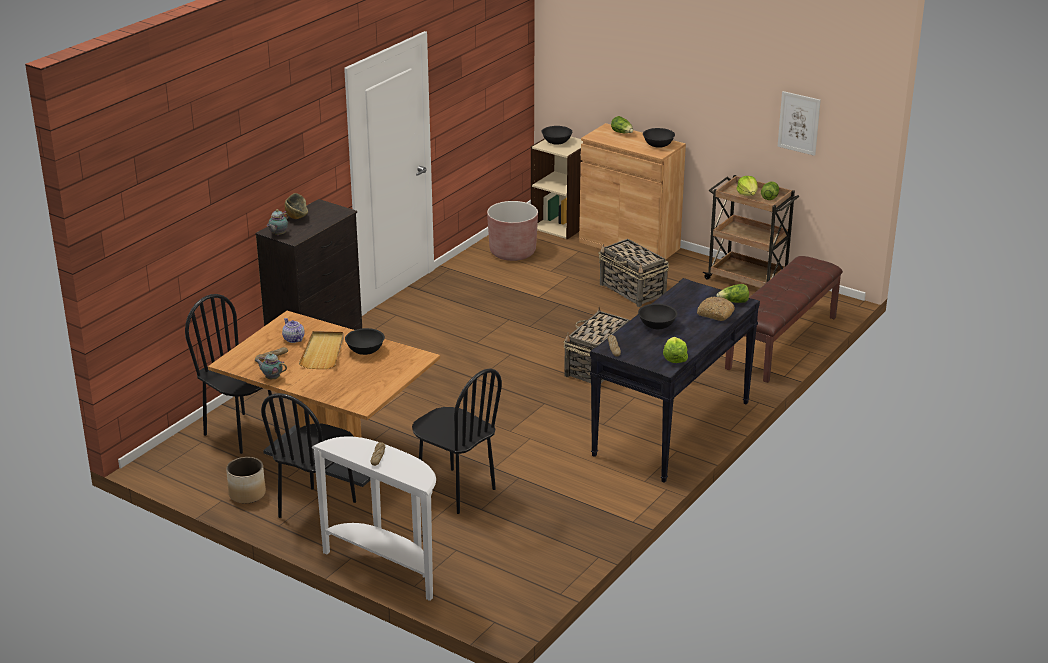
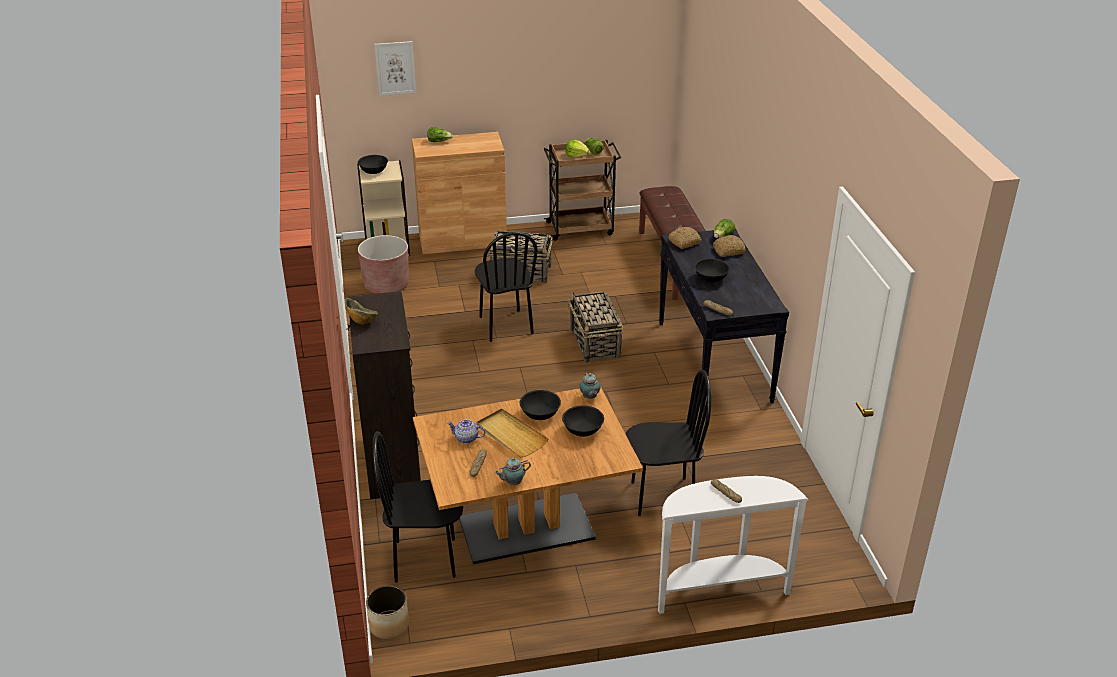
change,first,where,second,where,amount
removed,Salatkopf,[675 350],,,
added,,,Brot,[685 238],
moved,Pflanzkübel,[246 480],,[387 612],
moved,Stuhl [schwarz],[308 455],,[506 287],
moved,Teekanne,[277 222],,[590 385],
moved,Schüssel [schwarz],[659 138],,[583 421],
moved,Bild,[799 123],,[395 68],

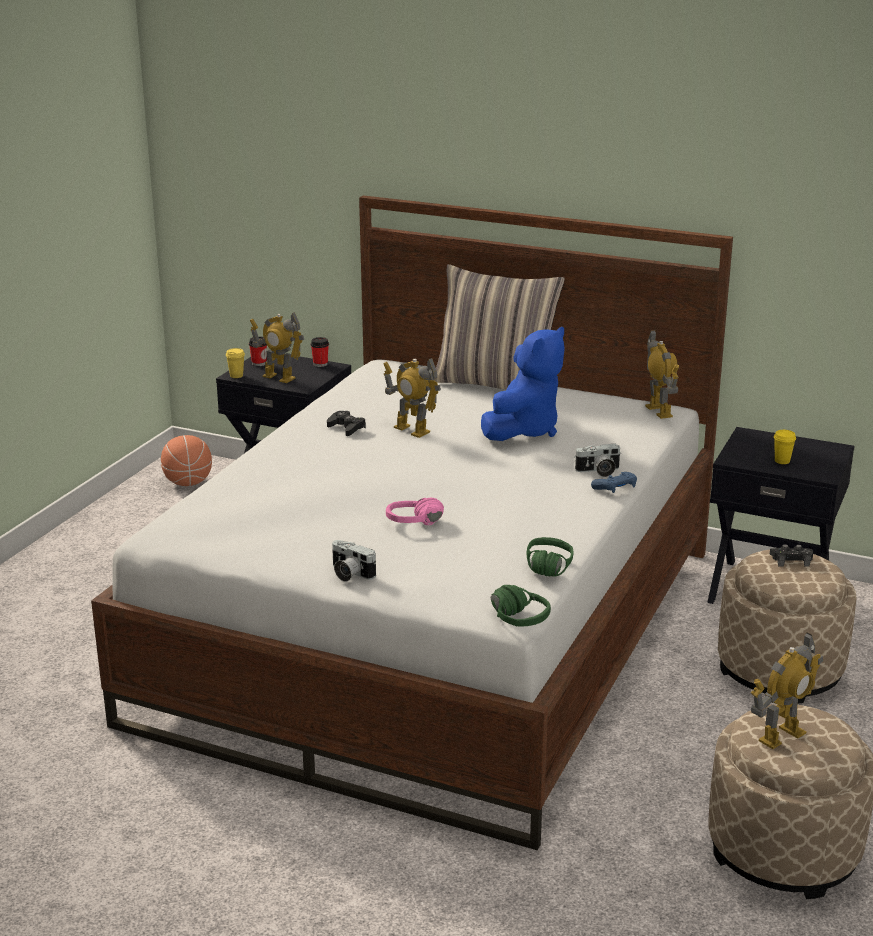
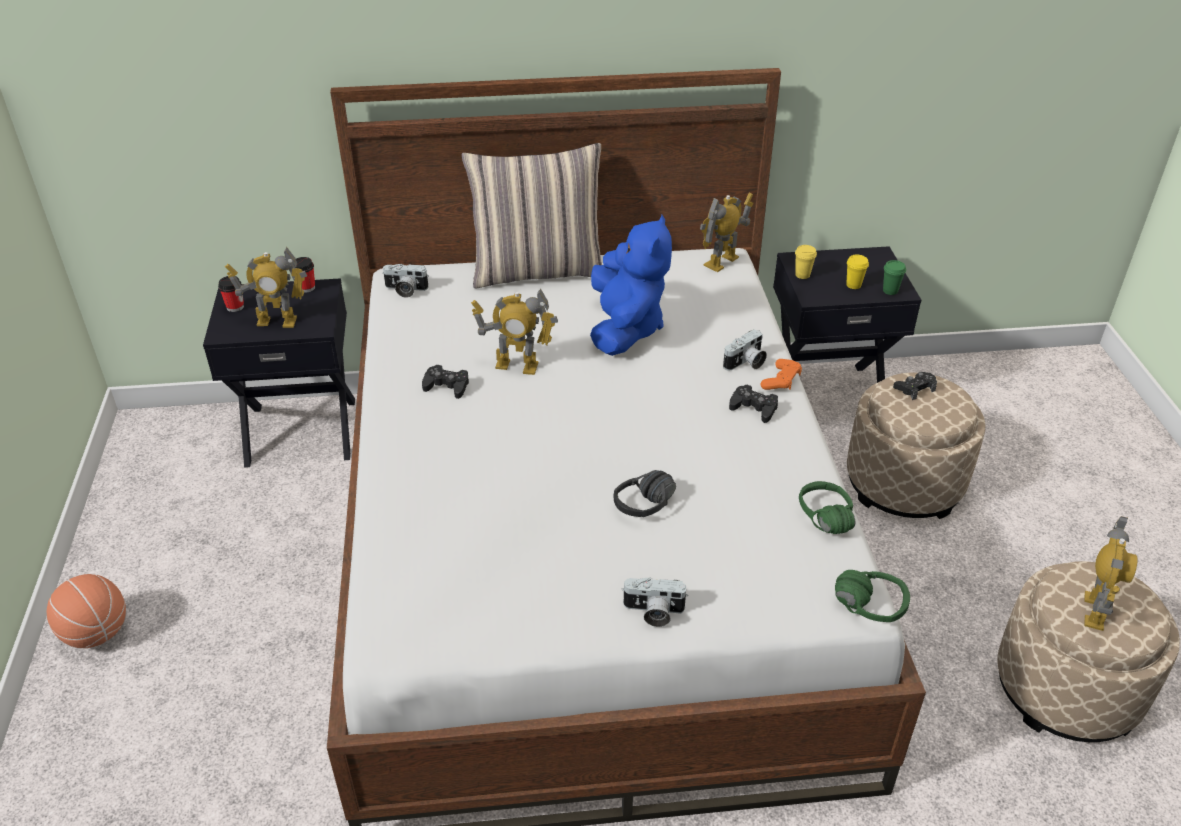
change,first,where,second,where,amount
added,,,Kamera,[405 281],
added,,,Gamepad [schwarz],[753 404],
added,,,Tasse [grün],[894 277],
moved,Basketball,[186 460],,[86 611],
moved,Tasse [gelb],[235 363],,[806 262],
recoloured,Kopfhörer [rosa],[415 511],Kopfhörer [schwarz],[645 493],
recoloured,Gamepad [blau],[614 482],Gamepad [orange],[781 374],
turned,Spielzeugroboter,[662 374],,[726 232],90 degrees counterclockwise

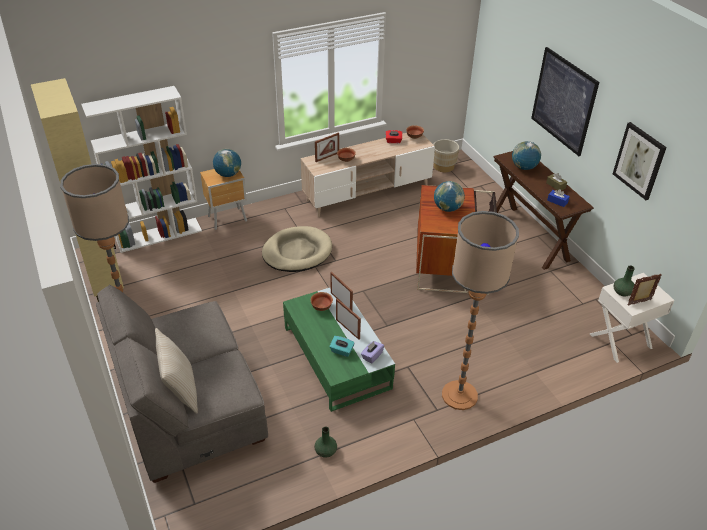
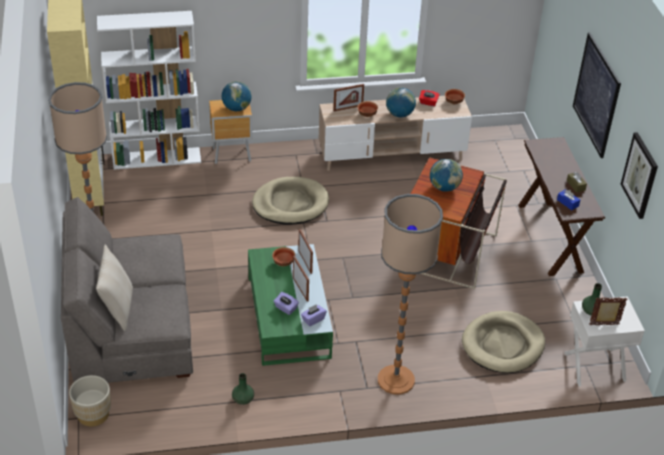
change,first,where,second,where,amount
added,,,Hundebett [beige],[503 342],
moved,Pflanzkübel [beige],[446 155],,[90 401],
moved,Globus,[526 155],,[401 102],
recoloured,Taschentuchbox [türkis],[342 346],Taschentuchbox [lila],[286 303],

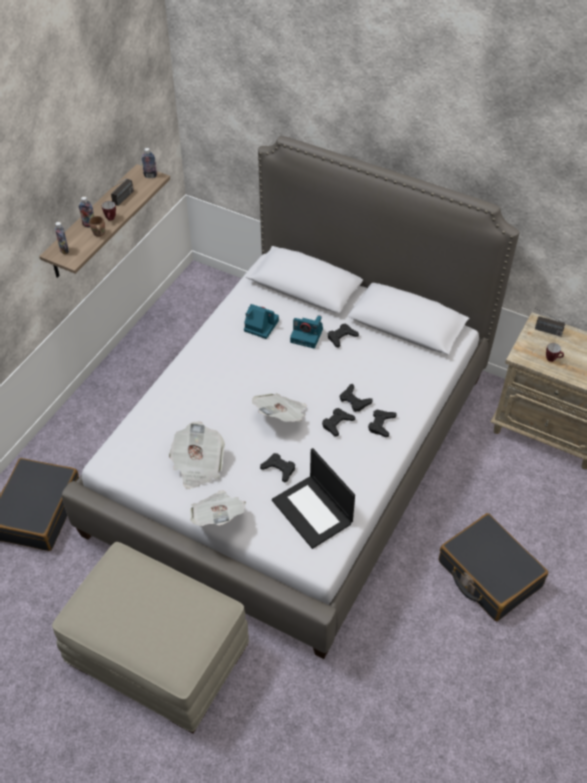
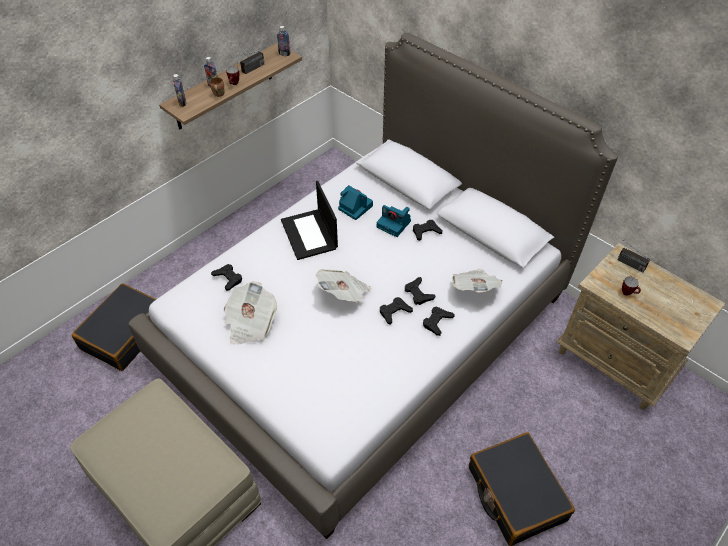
change,first,where,second,where,amount
moved,Zeitung,[218 508],,[477 281],
moved,Gamepad [schwarz],[277 468],,[226 277],
moved,Laptop,[313 498],,[309 220],

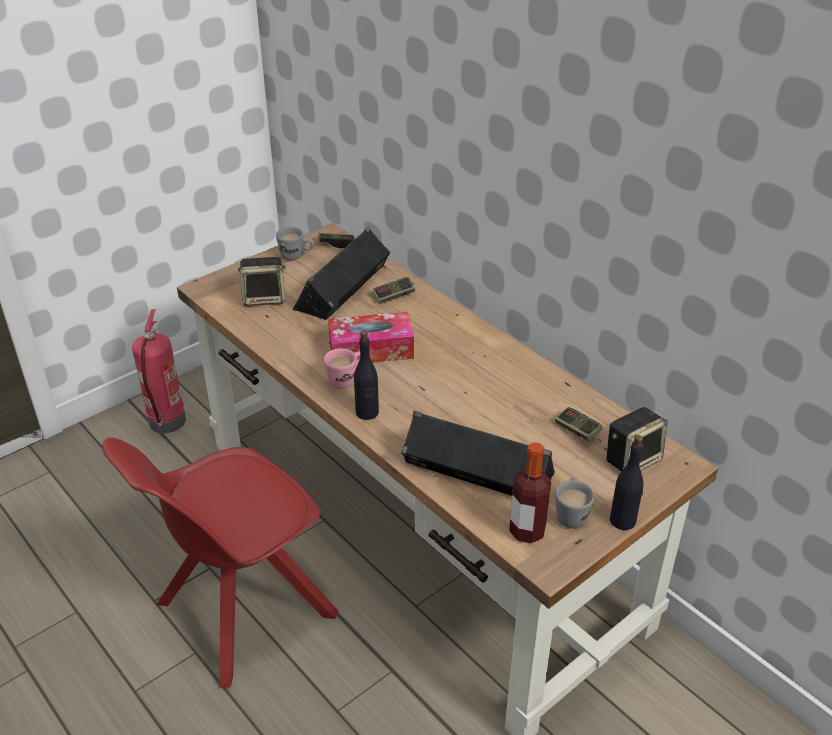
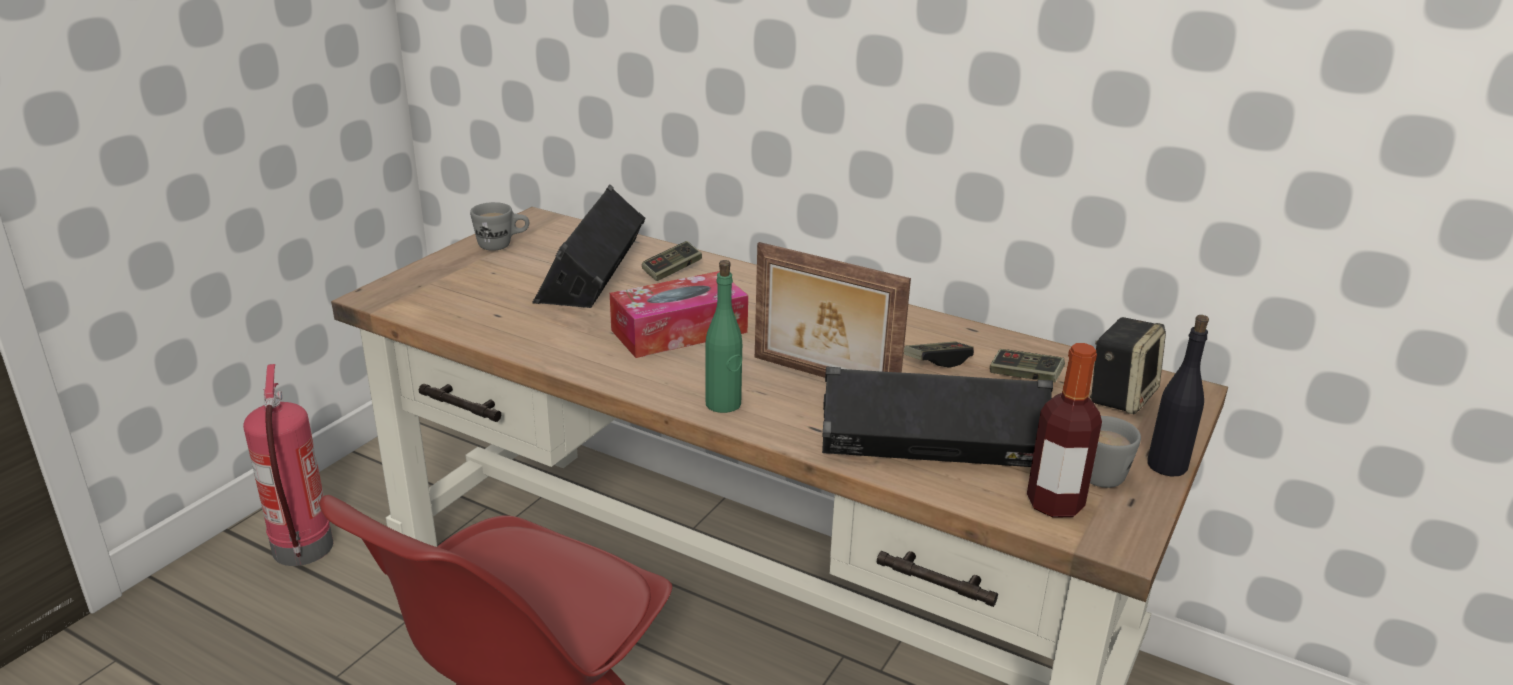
change,first,where,second,where,amount
removed,Lautsprecher,[262 281],,,
removed,Henkelbecher [rosa],[342 368],,,
added,,,Bilderrahmen,[833 310],
moved,Gamepad,[337 240],,[939 355],
recoloured,Flasche [schwarz],[366 375],Flasche [grün],[724 336],

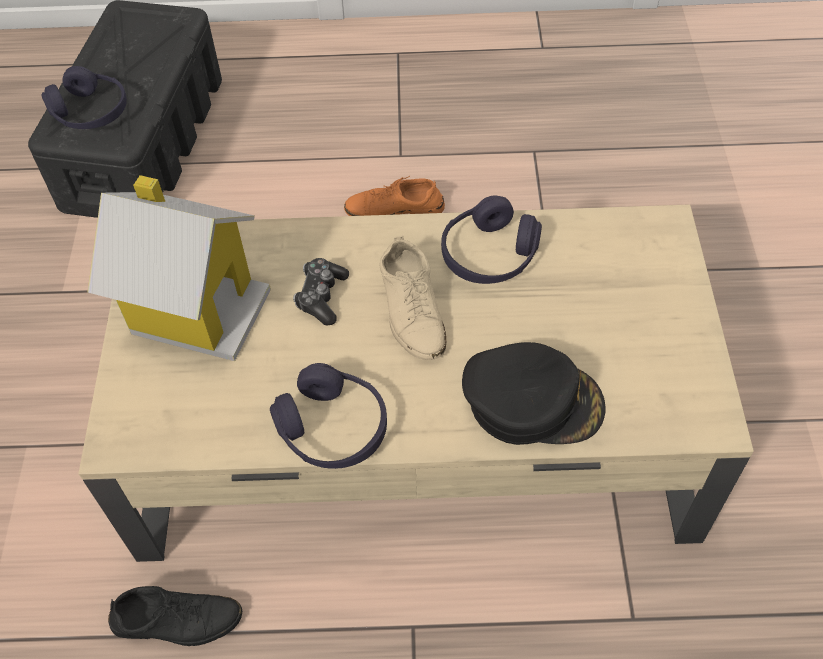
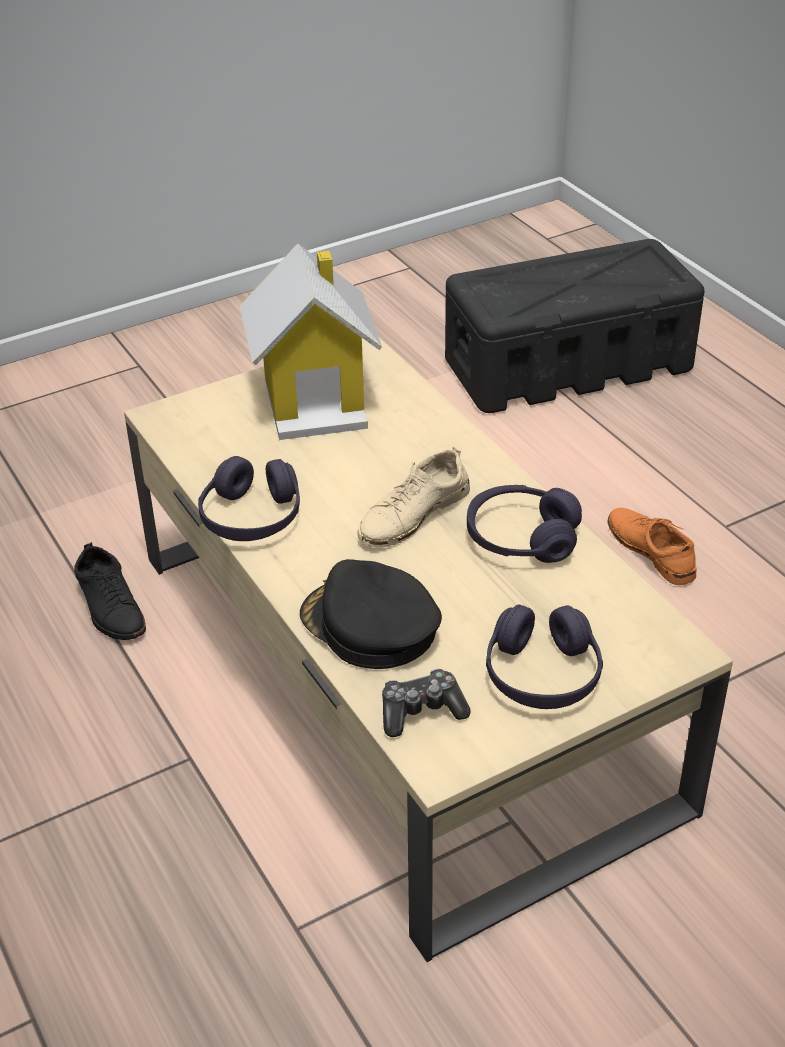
change,first,where,second,where,amount
moved,Kopfhörer [lila],[84 97],,[544 656],
moved,Gamepad,[321 291],,[426 702],
turned,Kappe [schwarz],[534 393],,[371 614],150 degrees clockwise

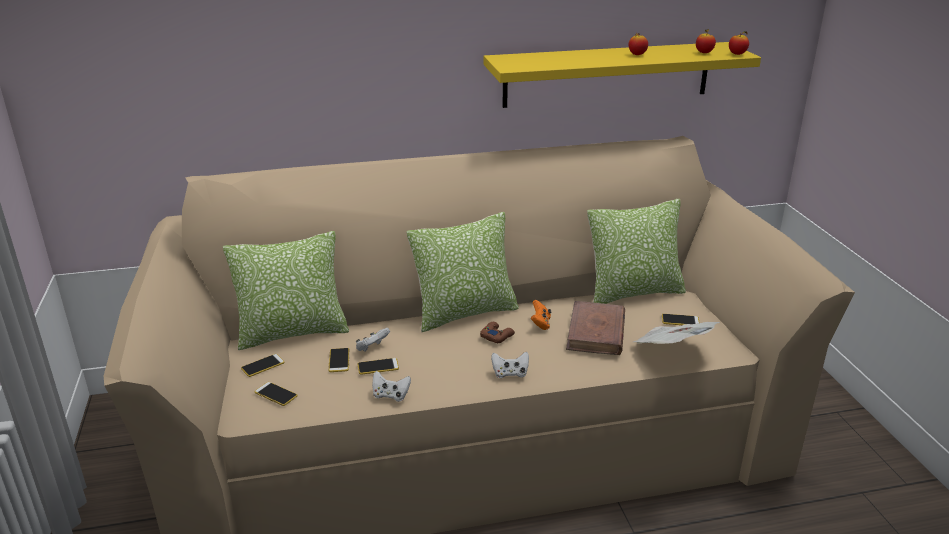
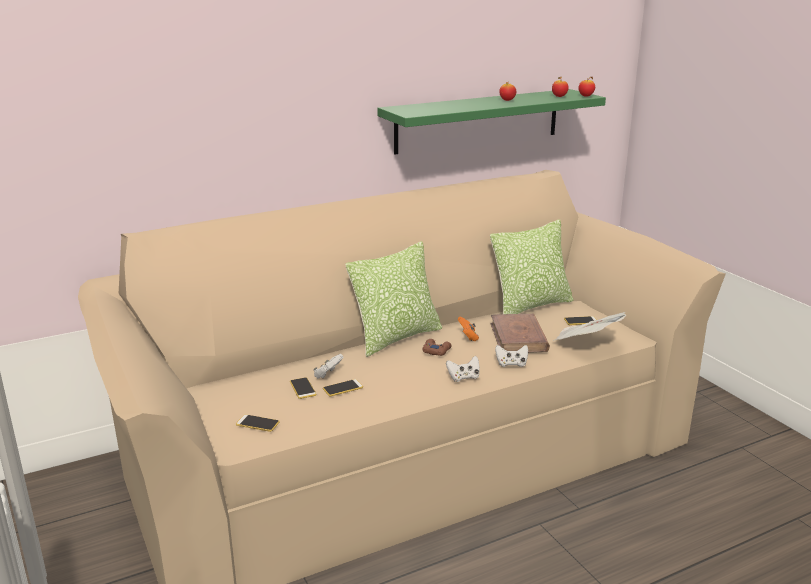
change,first,where,second,where,amount
removed,Kissen,[286 290],,,
removed,Handy,[263 365],,,
moved,Gamepad [weiß],[391 386],,[511 356],
recoloured,Wandregal [gelb],[622 75],Wandregal [grün],[491 122],

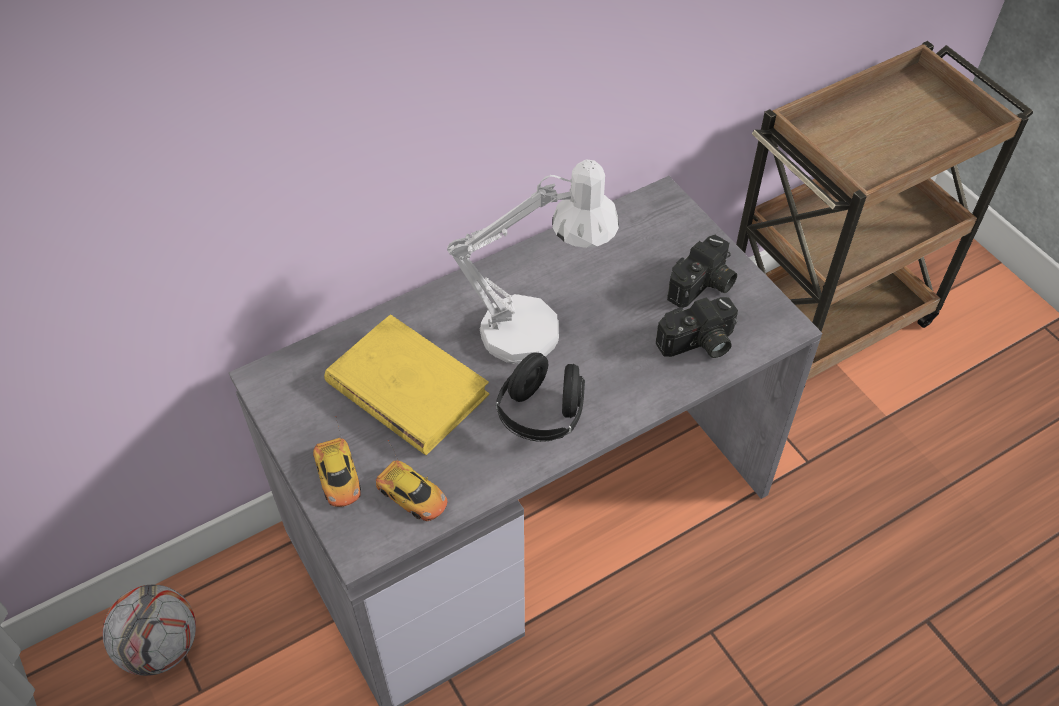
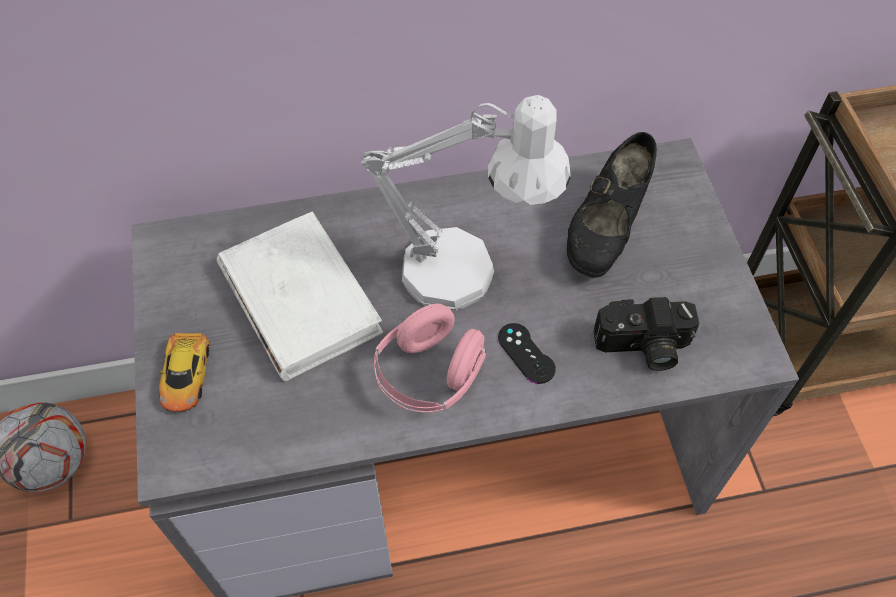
change,first,where,second,where,amount
removed,Spielzeugauto,[411 480],,,
removed,Kamera,[702 271],,,
added,,,Gamepad [schwarz],[527 353],
added,,,Schuh [schwarz],[612 205],
recoloured,Buch [gelb],[406 384],Buch [weiß],[300 296],
recoloured,Kopfhörer [schwarz],[540 397],Kopfhörer [rosa],[430 358],

